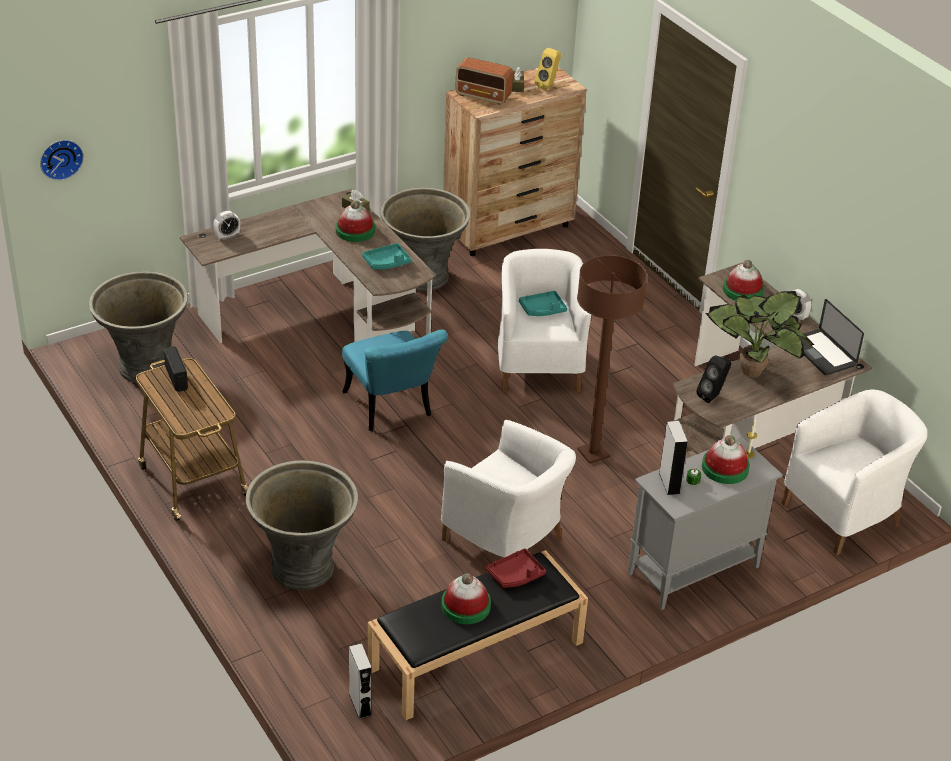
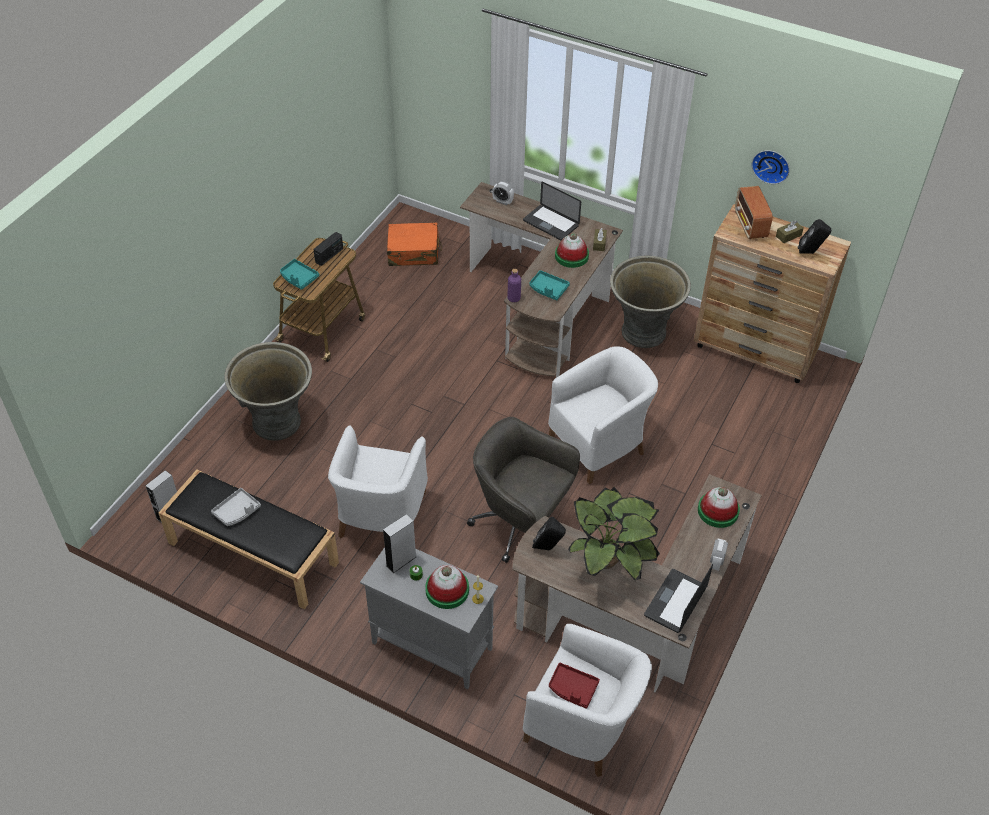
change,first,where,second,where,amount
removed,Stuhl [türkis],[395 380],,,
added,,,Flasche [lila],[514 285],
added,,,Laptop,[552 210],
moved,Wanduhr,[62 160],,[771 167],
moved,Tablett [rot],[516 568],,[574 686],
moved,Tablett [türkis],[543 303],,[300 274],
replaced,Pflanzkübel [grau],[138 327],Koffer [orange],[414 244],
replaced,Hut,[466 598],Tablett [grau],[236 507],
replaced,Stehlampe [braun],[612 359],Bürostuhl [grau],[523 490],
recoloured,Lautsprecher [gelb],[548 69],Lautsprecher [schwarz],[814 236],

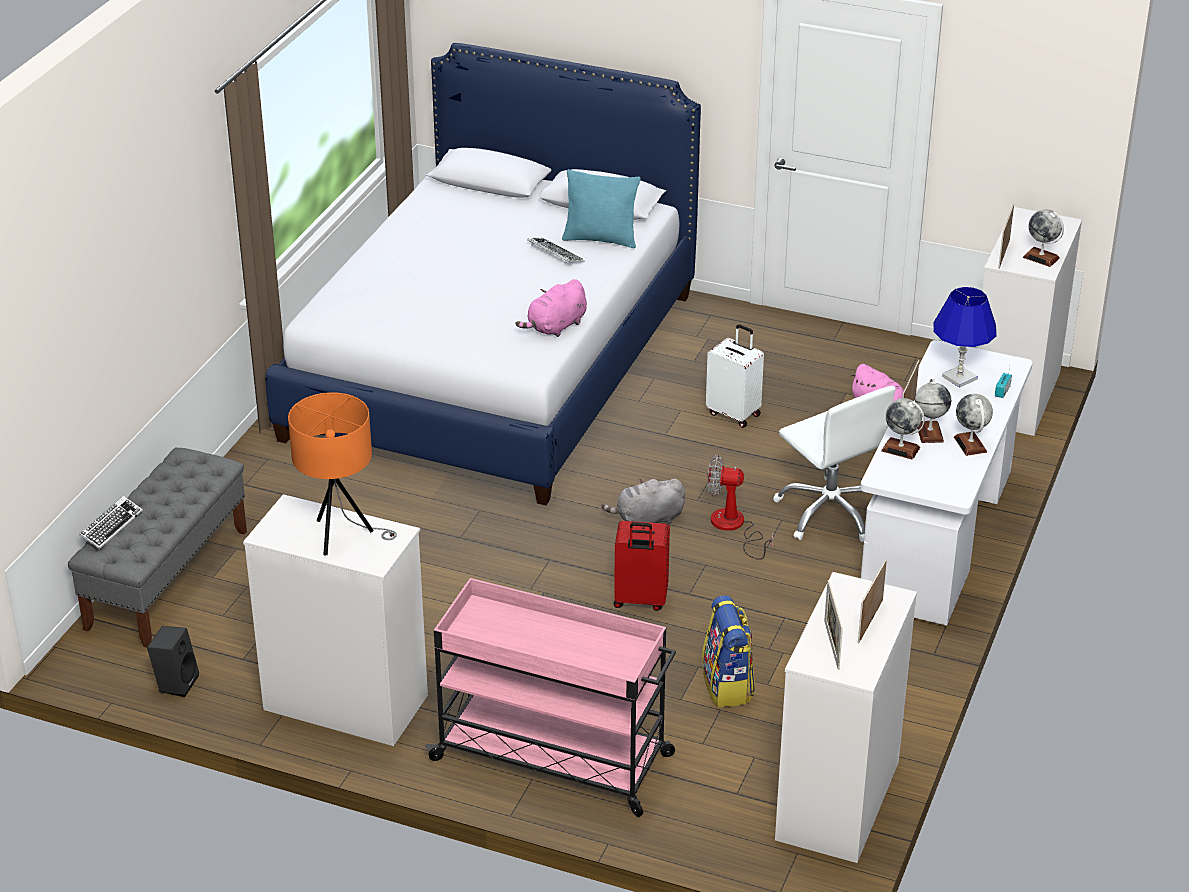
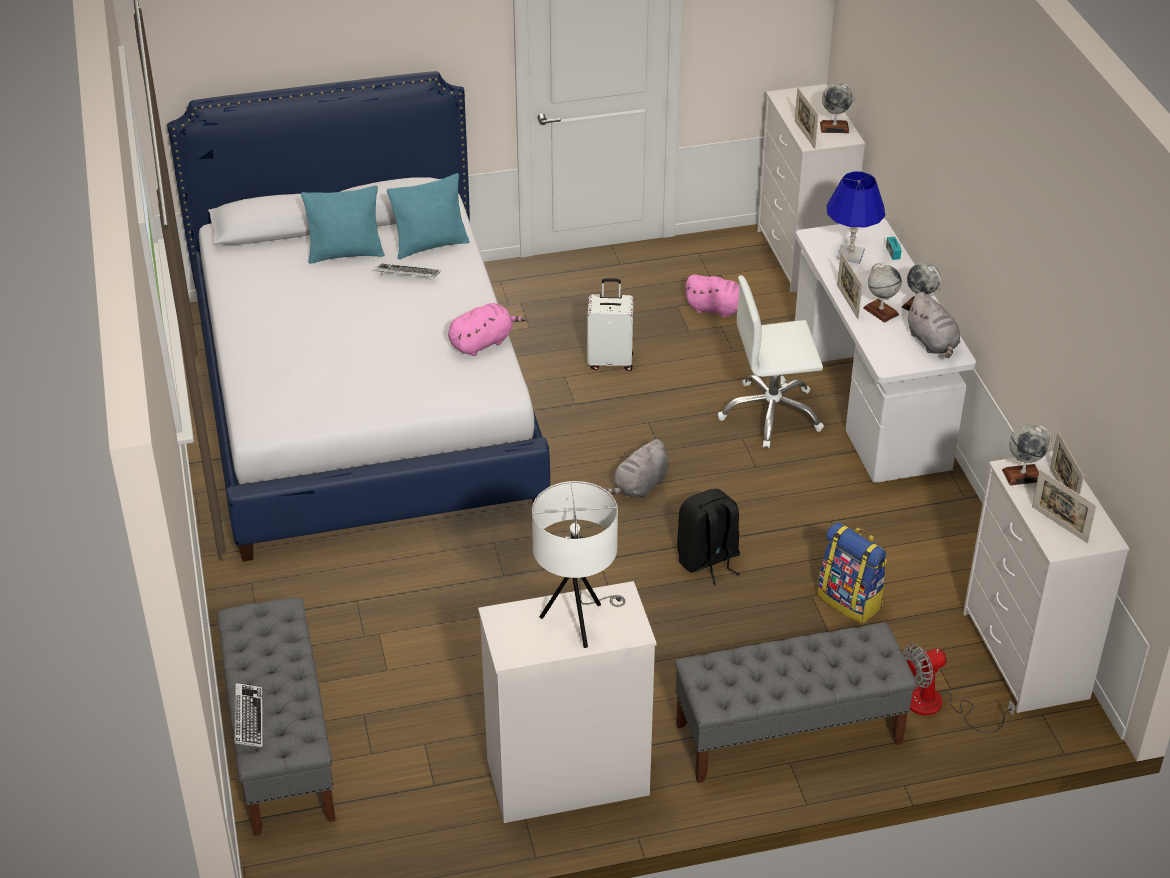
change,first,where,second,where,amount
removed,Lautsprecher [schwarz],[173 661],,,
added,,,Kissen [türkis],[343 224],
added,,,Plüschtier [grau],[933 325],
moved,Ventilator,[740 507],,[959 688],
moved,Globus,[903 429],,[1026 455],
replaced,Rollwagen [rosa],[550 697],Bank [grau],[796 702],
replaced,Koffer [rot],[642 566],Rucksack [schwarz],[708 537],
recoloured,Tischlampe [orange],[342 473],Tischlampe [weiß],[579 564],
turned,Plüschtier [rosa],[551 308],,[487 329],135 degrees counterclockwise
turned,Bürostuhl [weiß],[834 464],,[771 361],150 degrees clockwise

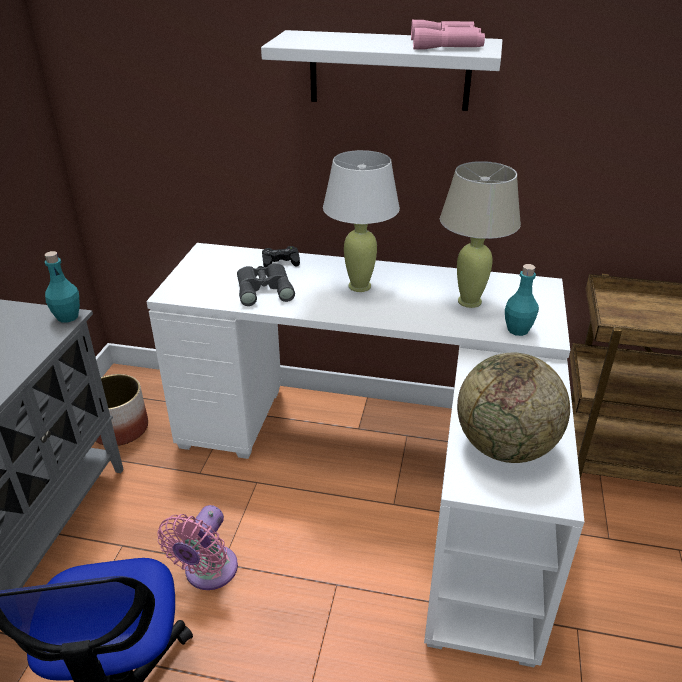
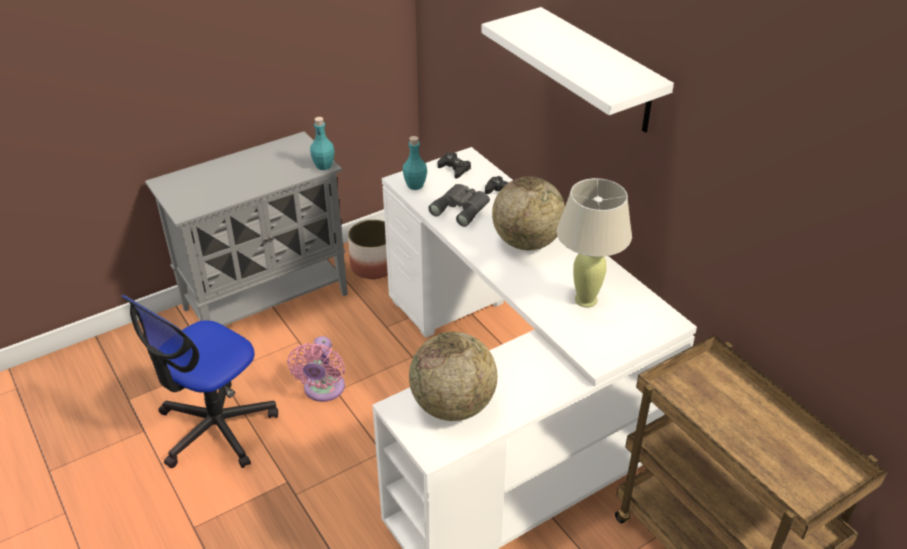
change,first,where,second,where,amount
removed,Fernglas [rosa],[448 34],,,
added,,,Gamepad [schwarz],[454 166],
moved,Flasche [türkis],[522 300],,[415 163],
replaced,Tischlampe [weiß],[361 221],Globus,[528 213],
turned,Ventilator [rosa],[197 547],,[316 369],60 degrees counterclockwise

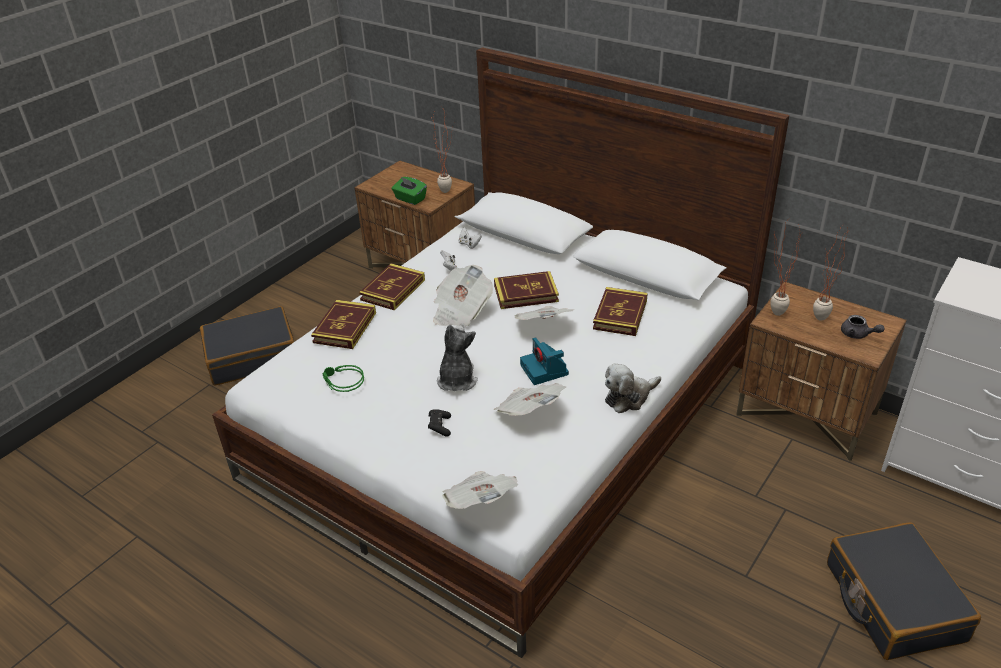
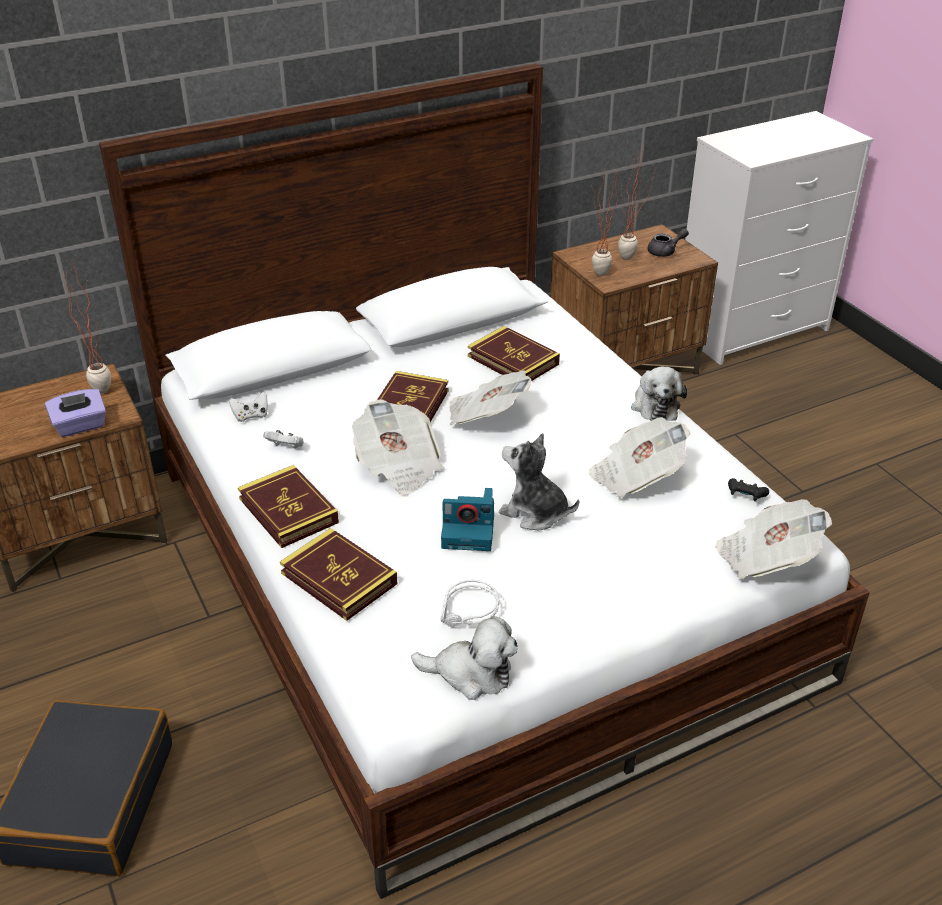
change,first,where,second,where,amount
removed,Koffer [schwarz],[904 591],,,
added,,,Plüschtier,[464 658],
moved,Gamepad [schwarz],[439 423],,[748 489],
moved,Kamera,[544 361],,[467 519],
recoloured,Kopfhörer [grün],[343 378],Kopfhörer [grau],[470 603],
recoloured,Taschentuchbox [grün],[409 191],Taschentuchbox [lila],[75 413],

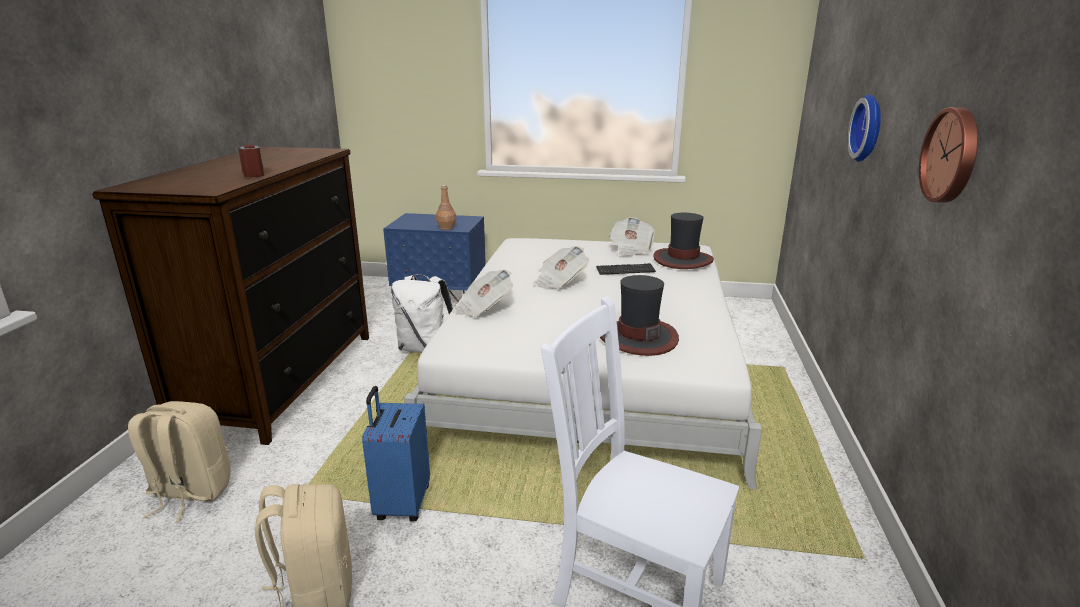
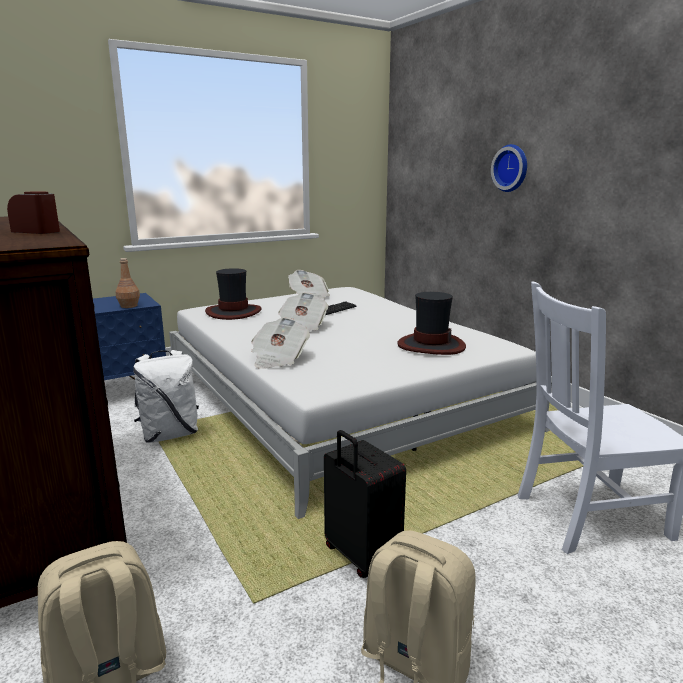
change,first,where,second,where,amount
removed,Wanduhr,[948 155],,,
moved,Hut,[683 241],,[233 294],
recoloured,Koffer [blau],[396 453],Koffer [schwarz],[365 504],

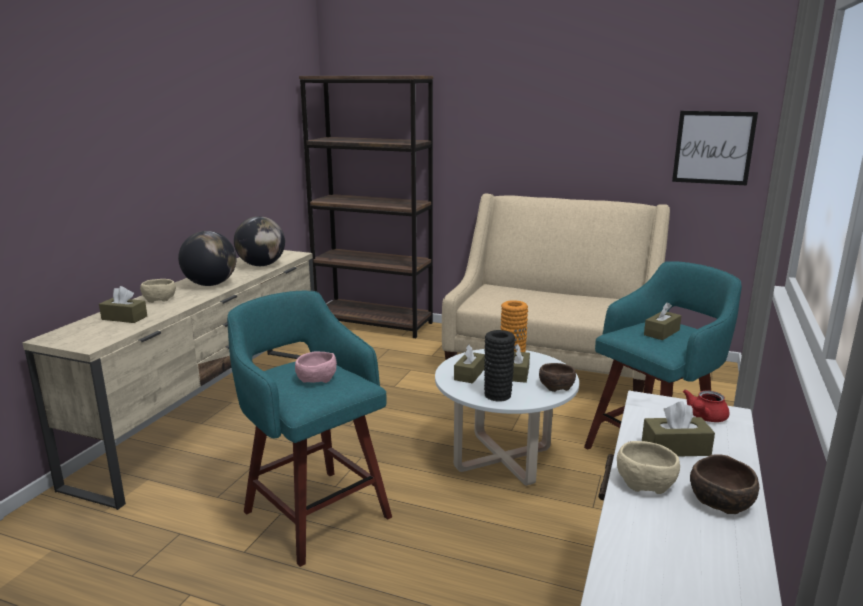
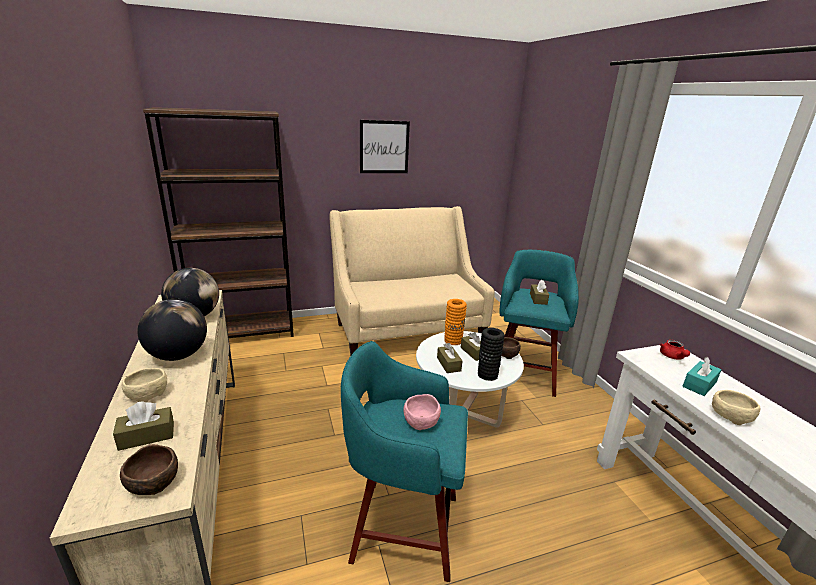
change,first,where,second,where,amount
moved,Bild,[715 148],,[385 146],
moved,Schüssel [braun],[724 484],,[149 469],
recoloured,Taschentuchbox [braun],[678 429],Taschentuchbox [türkis],[702 376],

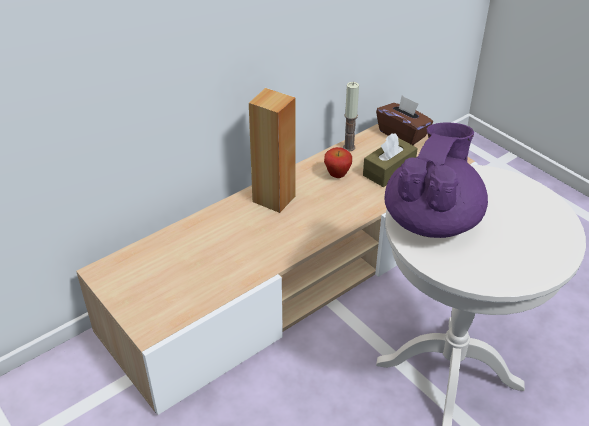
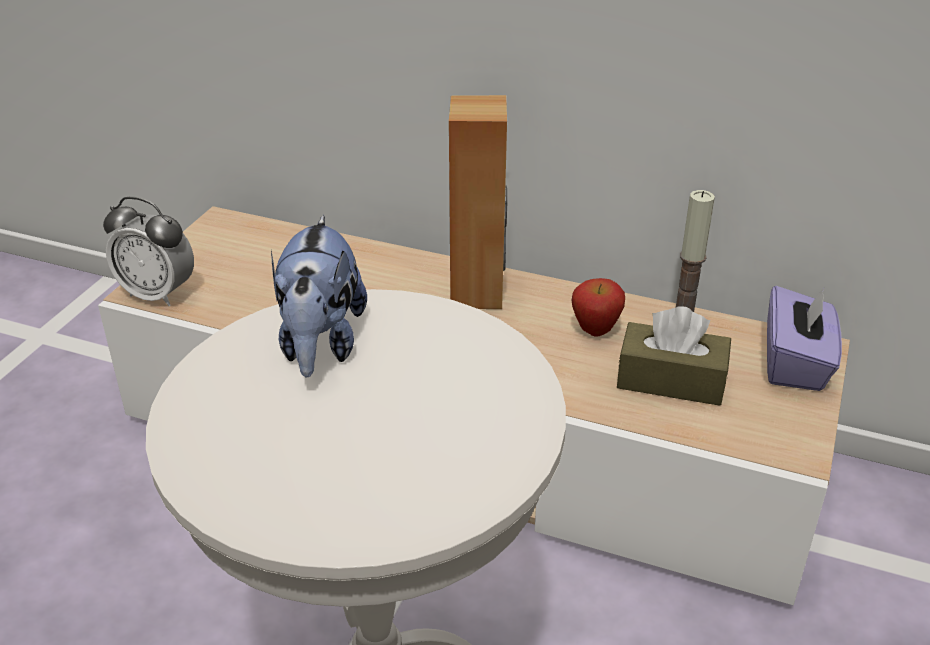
change,first,where,second,where,amount
added,,,Wecker,[148 251],
replaced,Teekanne [lila],[436 180],Plüschtier,[319 296],
recoloured,Taschentuchbox [braun],[404 120],Taschentuchbox [lila],[804 338],

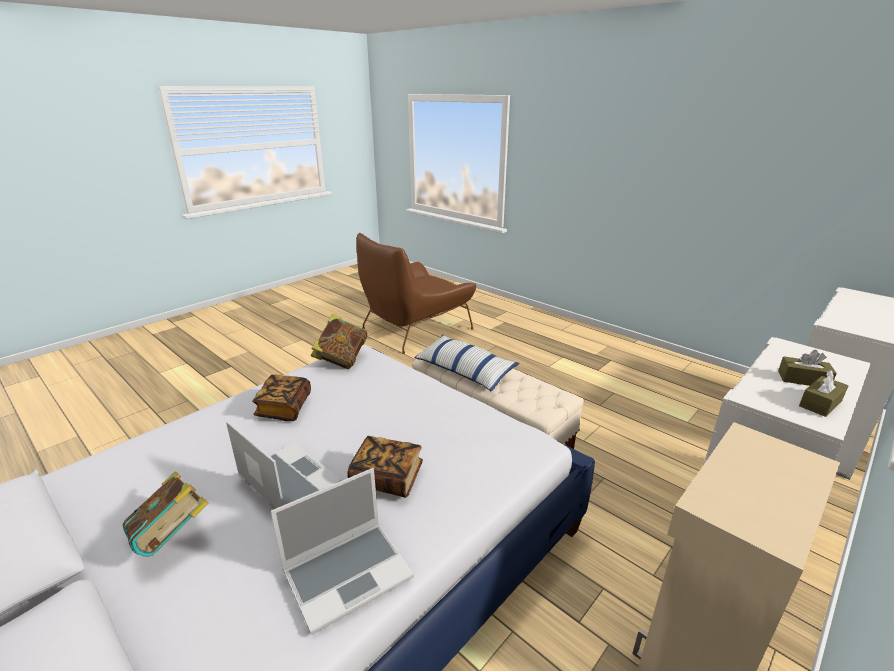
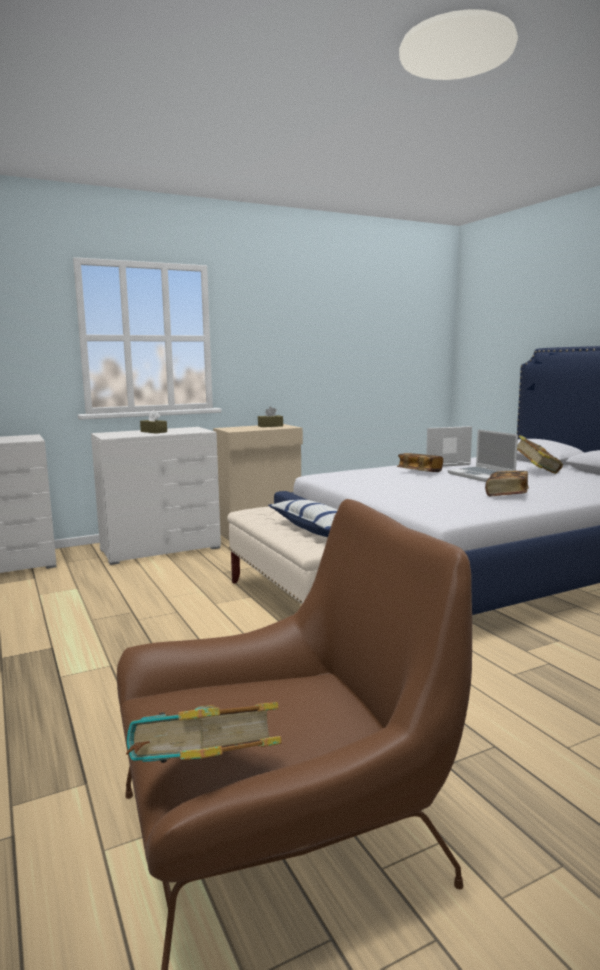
change,first,where,second,where,amount
moved,Buch,[339 341],,[204 732],
moved,Taschentuchbox [braun],[823 393],,[270 416],

